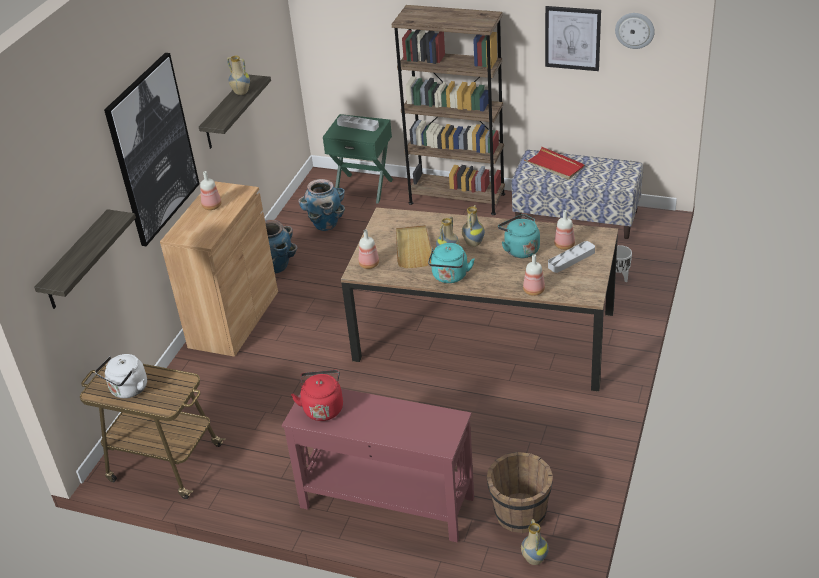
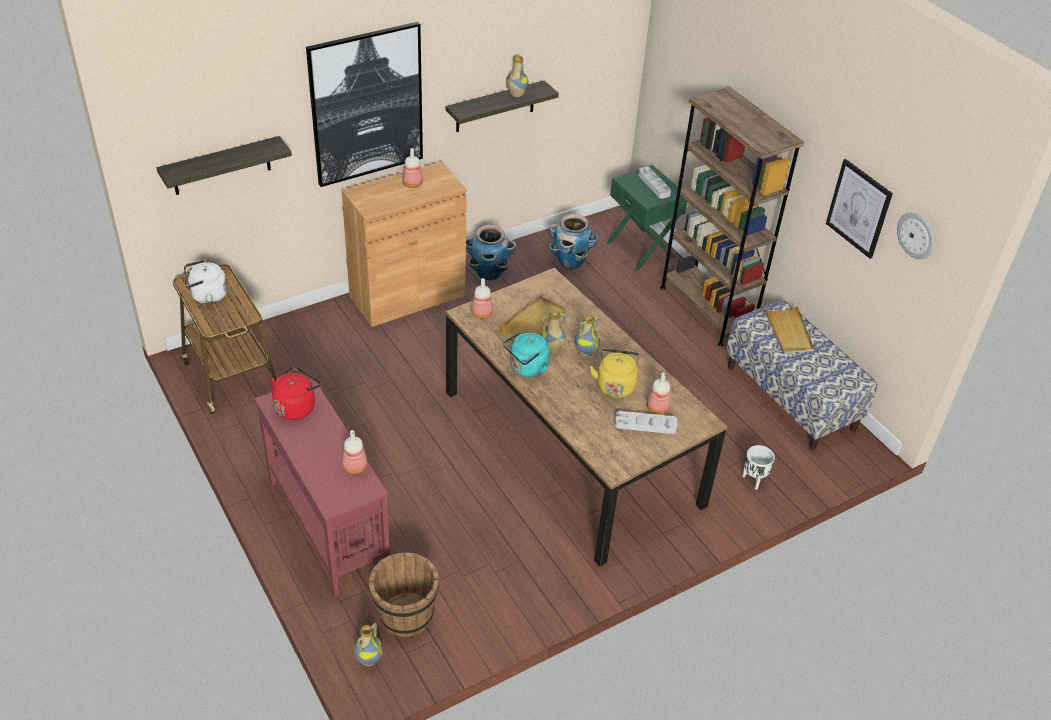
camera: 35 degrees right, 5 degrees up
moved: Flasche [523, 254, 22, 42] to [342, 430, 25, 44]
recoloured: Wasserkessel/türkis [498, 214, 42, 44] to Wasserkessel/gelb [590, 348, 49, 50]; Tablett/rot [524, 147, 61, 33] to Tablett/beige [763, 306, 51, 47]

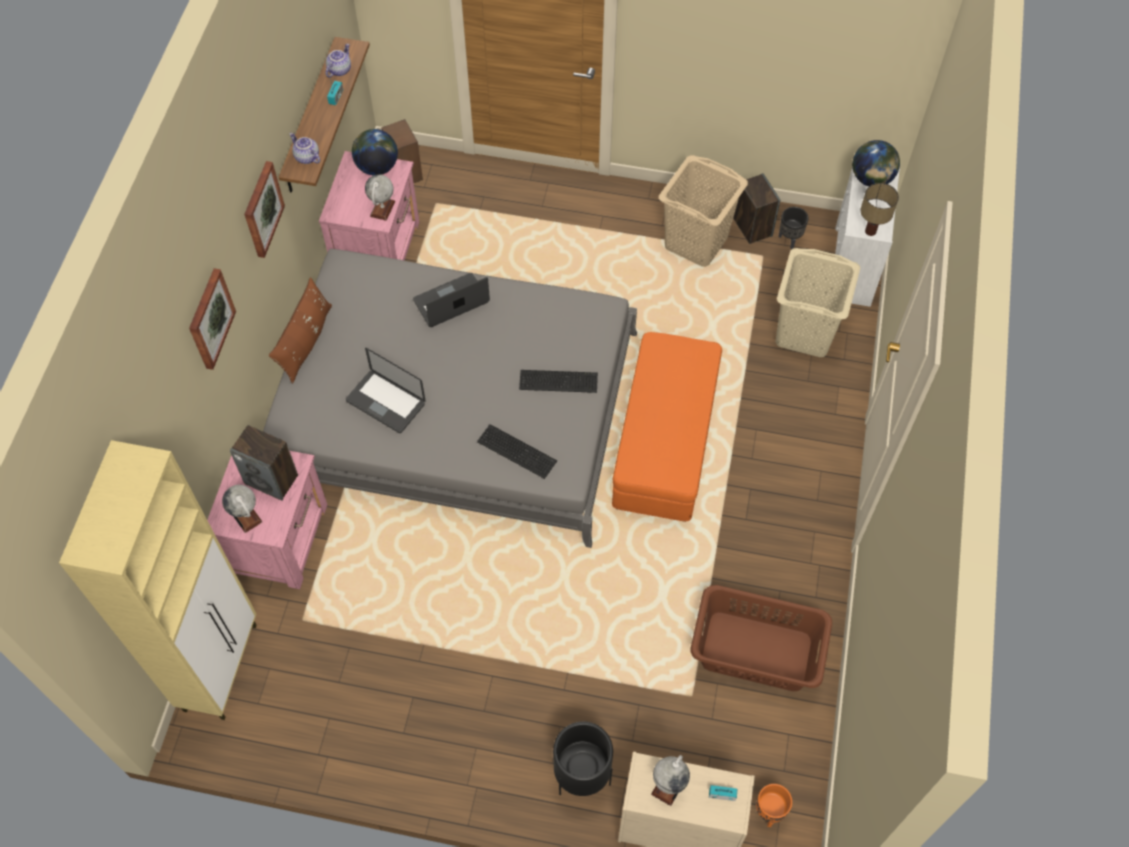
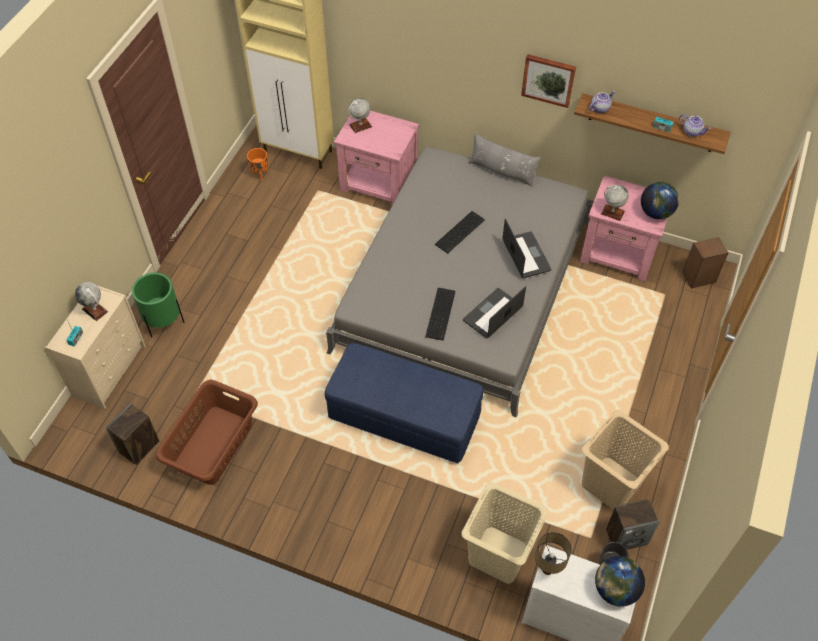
camera: 100 degrees right, 5 degrees down
removed: Bild [189, 268, 47, 102]
moved: Lautsprecher [230, 425, 68, 76] to [106, 403, 53, 62]; Laptop [346, 348, 80, 85] to [463, 286, 63, 52]; Tastatur [477, 424, 80, 55] to [435, 211, 50, 43]; Pflanzkübel/orange [756, 784, 36, 43] to [247, 148, 21, 33]
recoloured: Kissen/braun [269, 277, 63, 107] to Kissen/grau [468, 133, 73, 54]; Pflanzkübel/schwarz [553, 721, 60, 75] to Pflanzkübel/grün [132, 273, 53, 64]; Polsterhocker/orange [612, 332, 110, 190] to Polsterhocker/blau [325, 343, 159, 120]

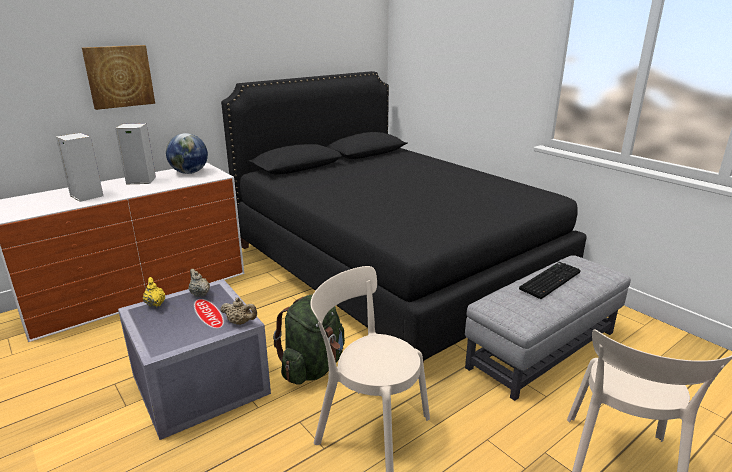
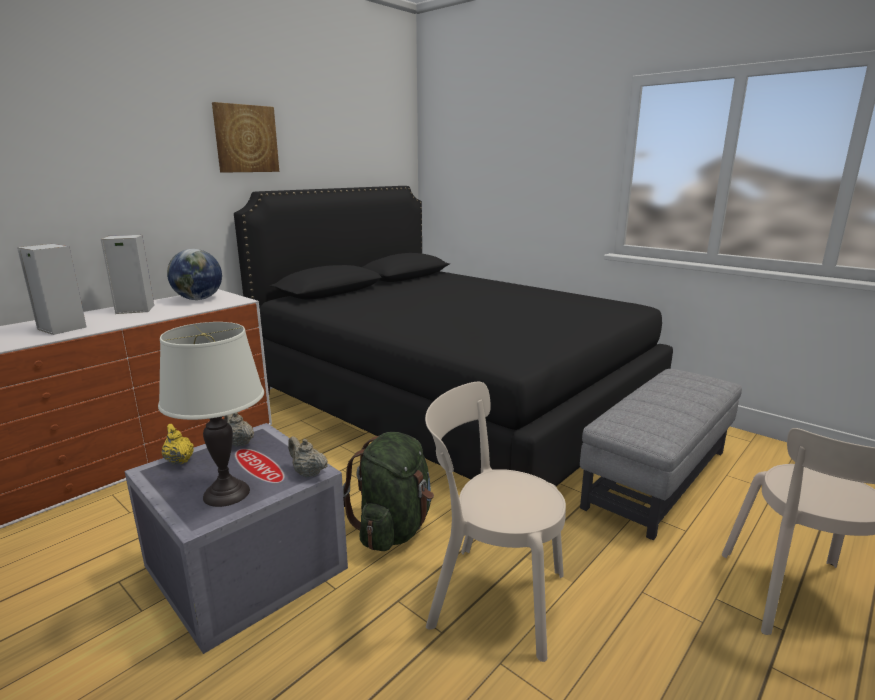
camera: 10 degrees left, 5 degrees down
removed: Tastatur [519, 262, 62, 37]
added: Tischlampe/weiß [158, 322, 106, 185]
moved: Bild [82, 45, 73, 65] to [212, 102, 67, 71]
turned: Teekanne/beige [220, 298, 37, 27] = [288, 436, 40, 42] 150 degrees counterclockwise

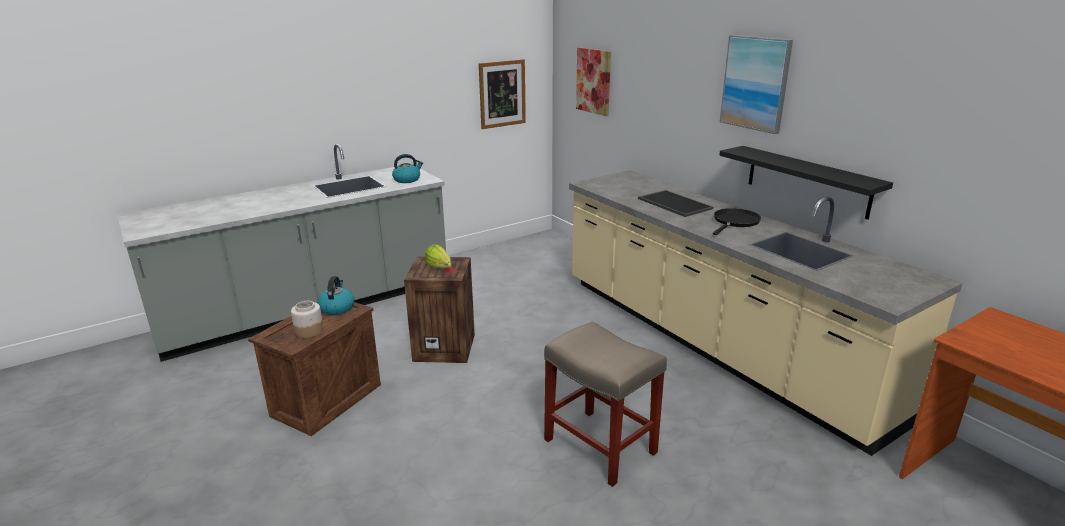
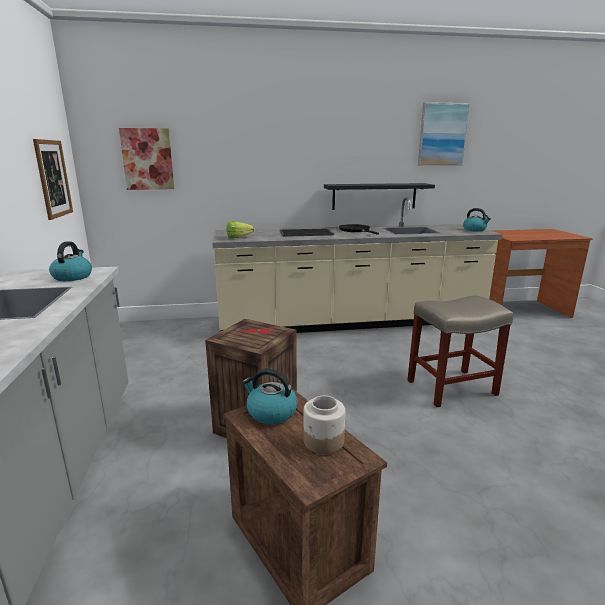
camera: 65 degrees left, 5 degrees down
added: Wasserkessel [463, 208, 28, 23]
moved: Salatkopf [425, 244, 27, 24] to [227, 221, 27, 17]; Bild [720, 35, 73, 99] to [418, 102, 52, 64]

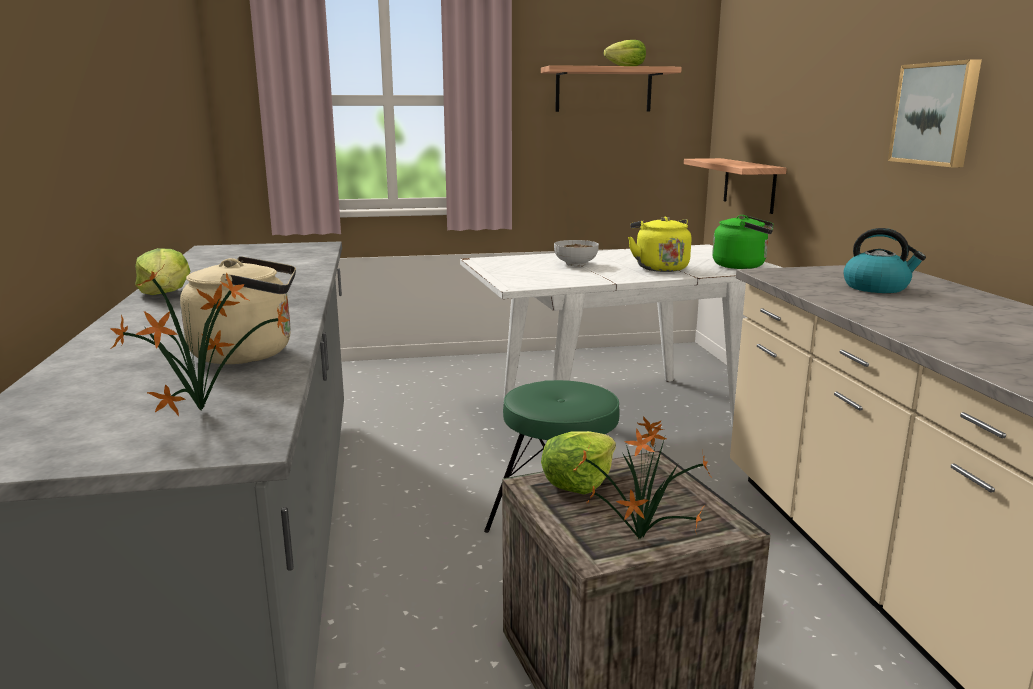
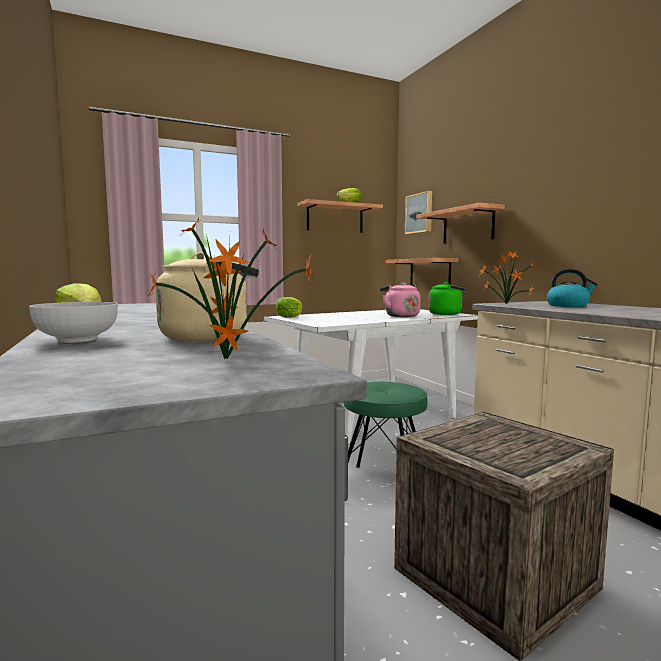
camera: 15 degrees left, 10 degrees down
added: Wandregal [416, 203, 89, 41]
moved: Salatkopf [541, 431, 75, 63] to [276, 297, 27, 21]; Schüssel [554, 240, 45, 26] to [29, 302, 89, 41]; Topfpflanze [574, 416, 137, 124] to [478, 251, 60, 53]; Bild [888, 59, 94, 108] to [405, 191, 27, 43]
recoloured: Wasserkessel/gelb [628, 216, 63, 56] to Wasserkessel/rosa [380, 283, 40, 34]

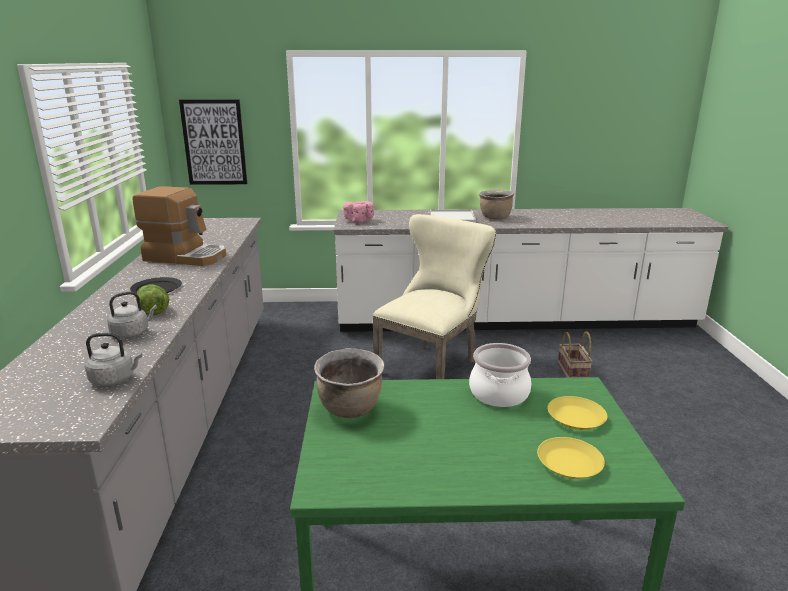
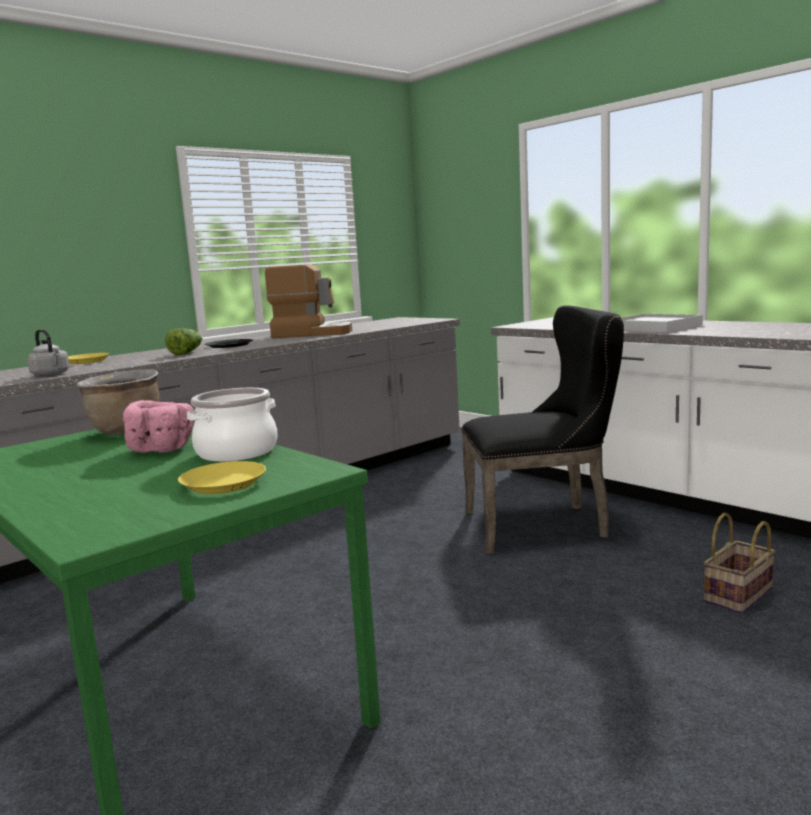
camera: 50 degrees right, 10 degrees down
removed: Wasserkessel/grau [107, 291, 50, 48]; Bild [179, 99, 68, 86]; Kochtopf/braun [479, 190, 35, 29]
moved: Schüssel/rosa [343, 201, 31, 22] to [123, 400, 71, 53]; Teller/gelb [537, 437, 68, 42] to [68, 353, 41, 11]
recoloured: Stuhl/beige [372, 214, 124, 165] to Stuhl/schwarz [461, 306, 163, 248]
turned: Kaffeemaschine [133, 186, 93, 80] = [265, 264, 87, 74] 60 degrees counterclockwise

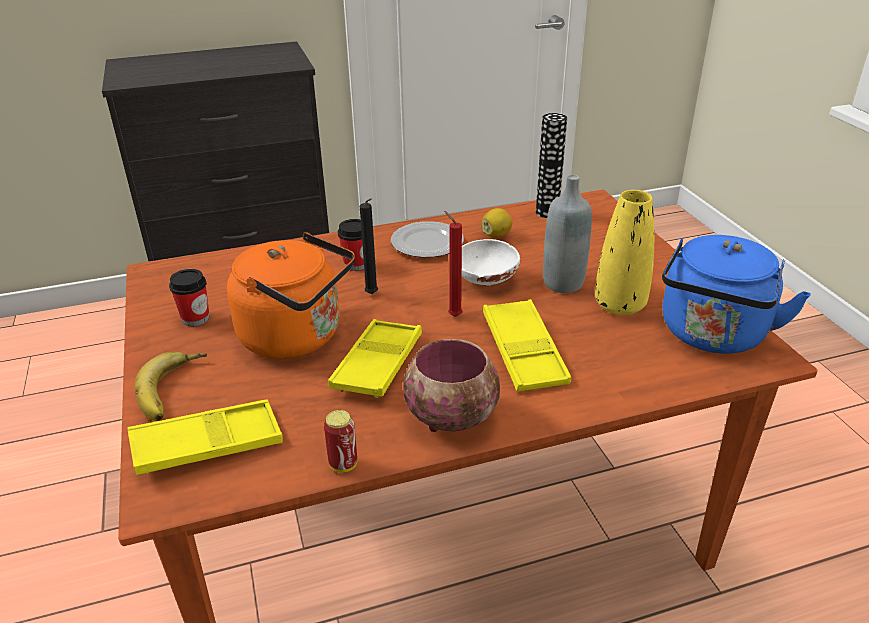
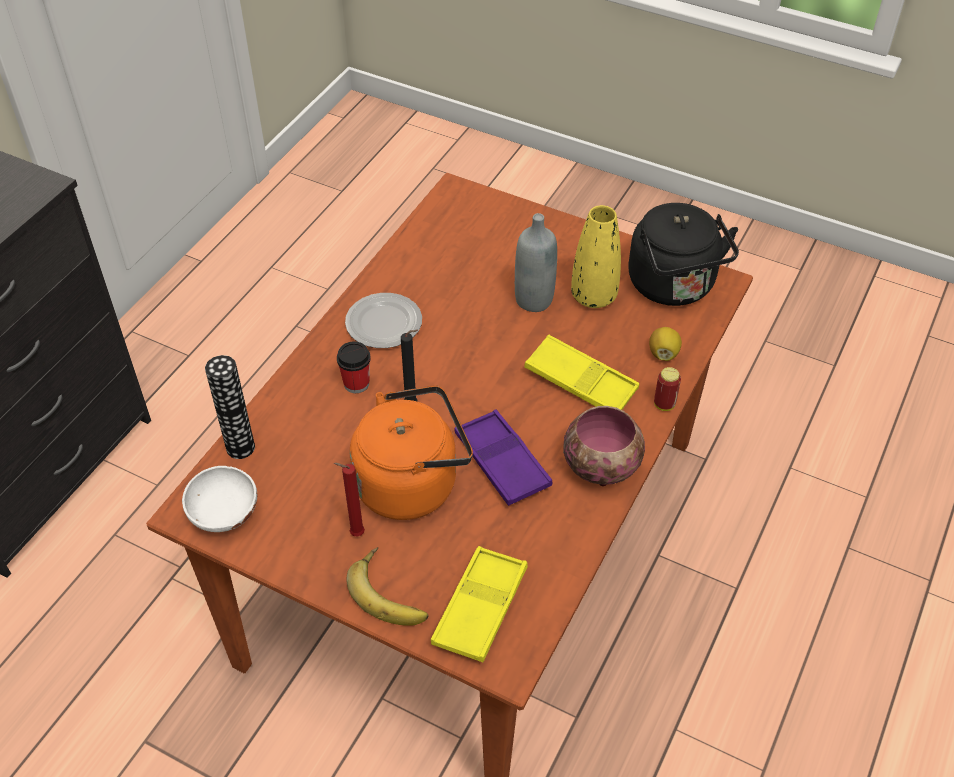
camera: 45 degrees left, 15 degrees up
removed: Tasse [169, 269, 40, 57]
moved: Dose [324, 410, 33, 62] to [654, 367, 27, 44]; Kerze/rot [444, 211, 19, 106] to [334, 463, 31, 74]; Schüssel/weiß [462, 239, 58, 46] to [182, 466, 75, 66]; Zitrone [481, 208, 32, 30] to [649, 327, 33, 34]; Vase [536, 113, 31, 105] to [205, 355, 50, 104]
recoloured: Tablett/gelb [328, 319, 94, 79] to Tablett/lila [454, 410, 98, 96]; Wasserkessel/blau [662, 235, 149, 119] to Wasserkessel/schwarz [628, 203, 111, 103]

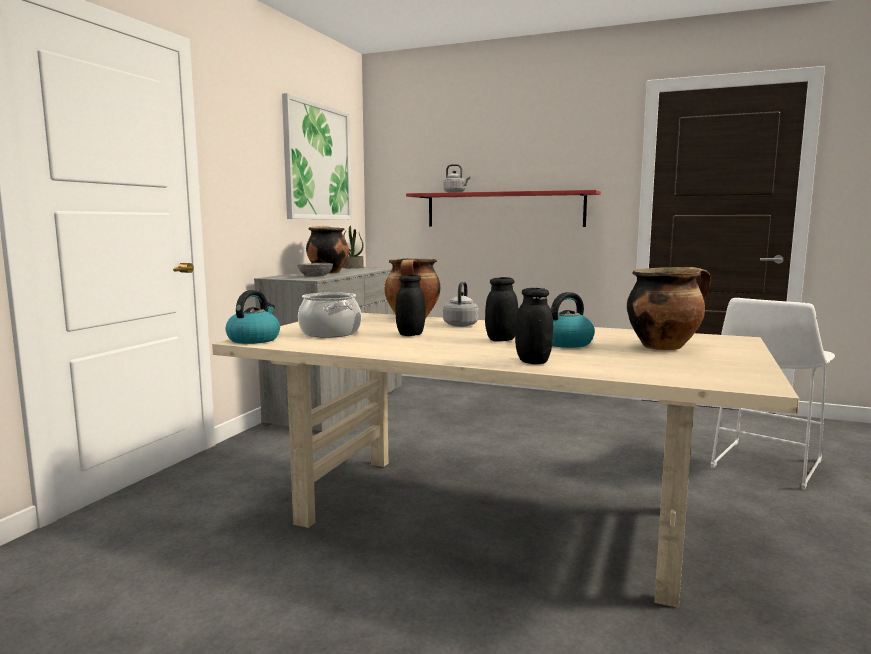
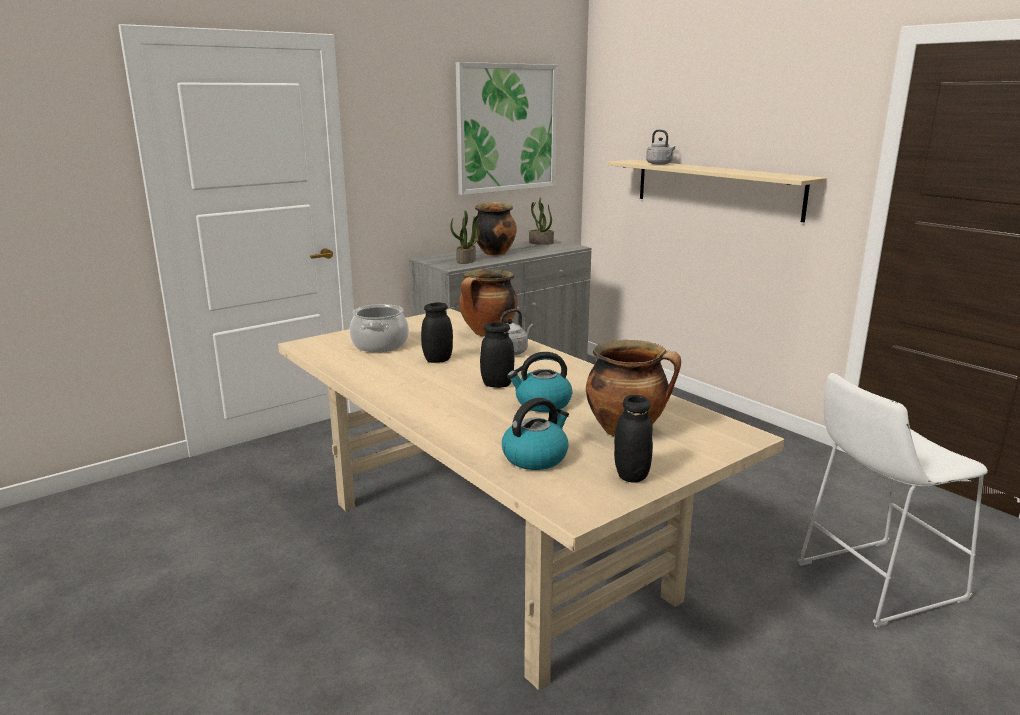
camera: 30 degrees right, 10 degrees up
moved: Wasserkessel [225, 290, 55, 54] to [502, 398, 67, 72]; Vorratsglas/schwarz [515, 288, 38, 76] to [614, 395, 39, 88]
replaced: Schüssel/grau [297, 263, 36, 14] to Topfpflanze [450, 210, 30, 54]
recoloured: Wandregal/rot [406, 190, 195, 37] to Wandregal/beige [607, 160, 220, 62]

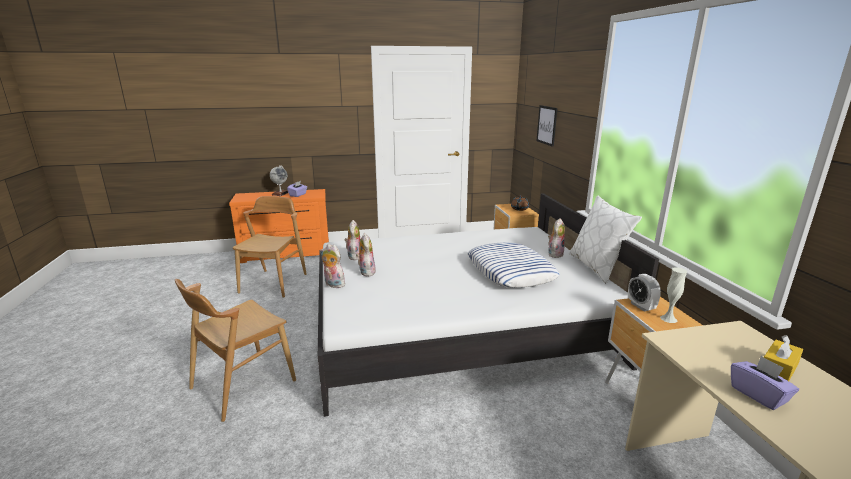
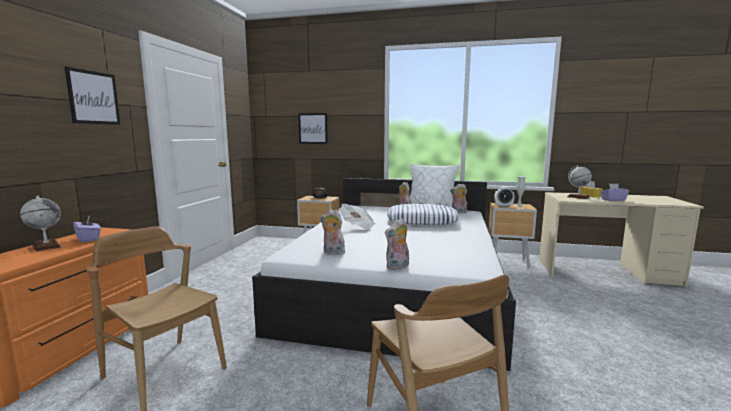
camera: 65 degrees left, 10 degrees down
added: Bild [65, 67, 55, 58]; Zeitung [339, 204, 37, 26]; Globus [567, 165, 25, 34]
moved: Plüschtier [356, 233, 19, 43] to [450, 184, 17, 29]

